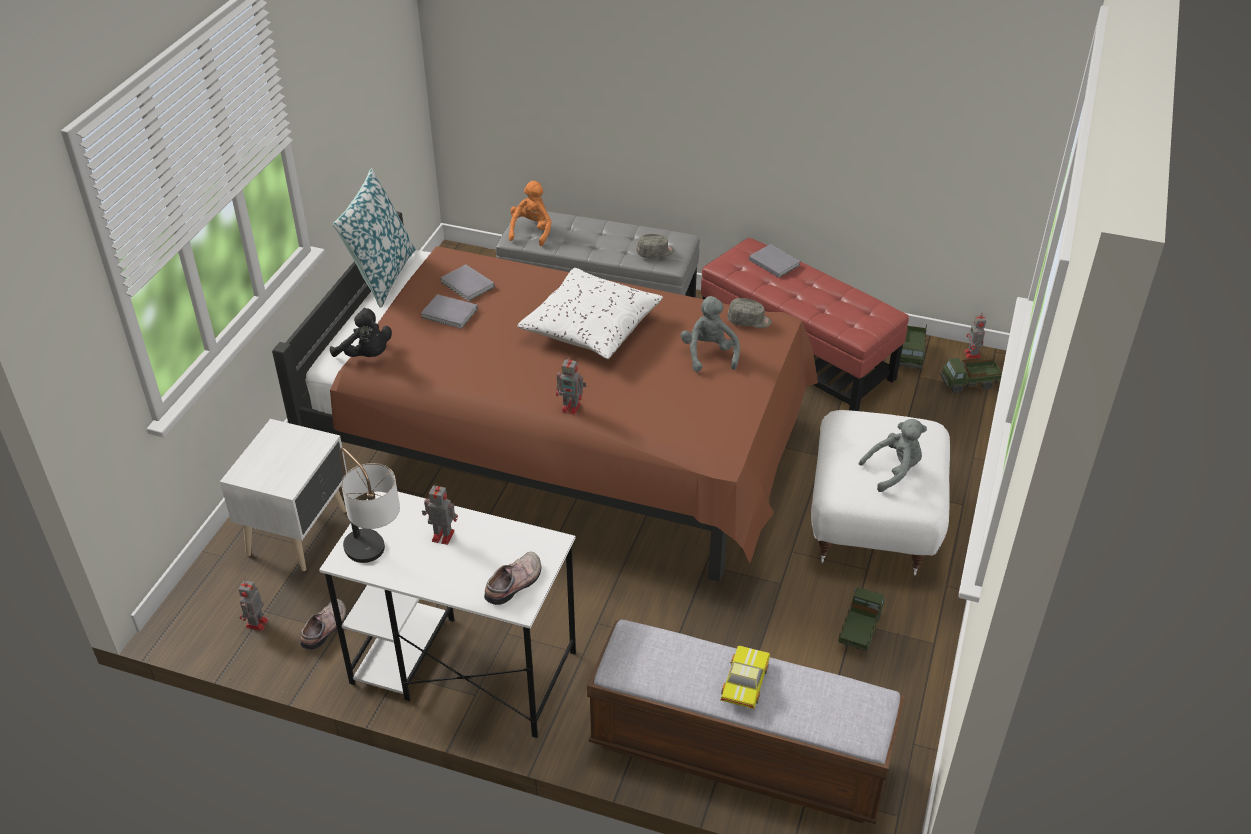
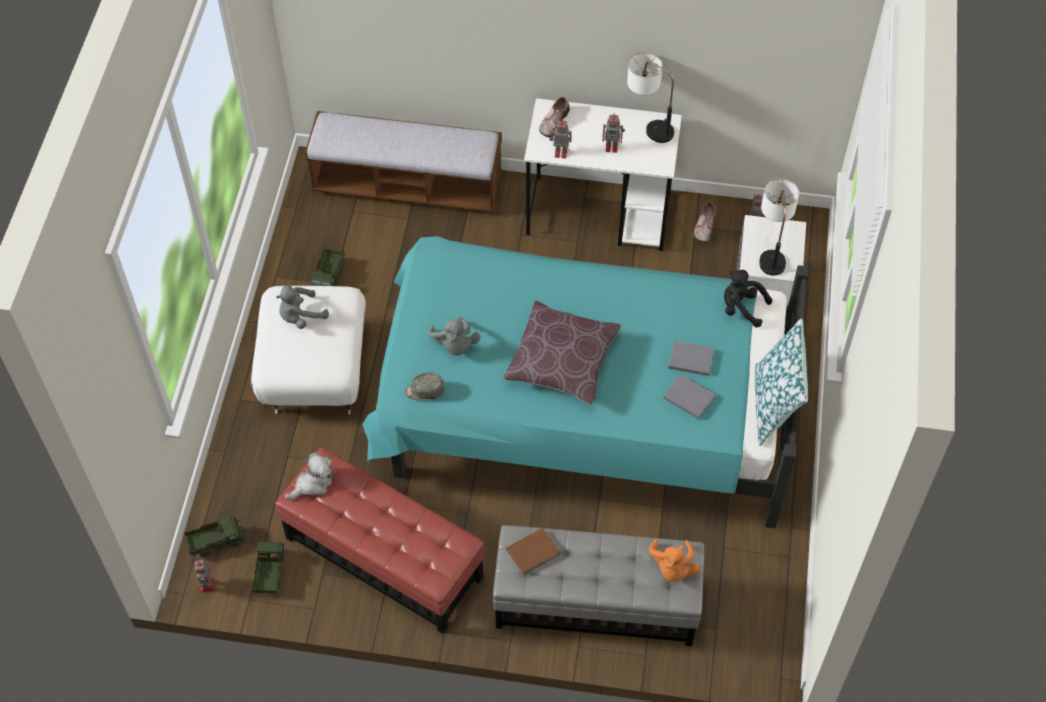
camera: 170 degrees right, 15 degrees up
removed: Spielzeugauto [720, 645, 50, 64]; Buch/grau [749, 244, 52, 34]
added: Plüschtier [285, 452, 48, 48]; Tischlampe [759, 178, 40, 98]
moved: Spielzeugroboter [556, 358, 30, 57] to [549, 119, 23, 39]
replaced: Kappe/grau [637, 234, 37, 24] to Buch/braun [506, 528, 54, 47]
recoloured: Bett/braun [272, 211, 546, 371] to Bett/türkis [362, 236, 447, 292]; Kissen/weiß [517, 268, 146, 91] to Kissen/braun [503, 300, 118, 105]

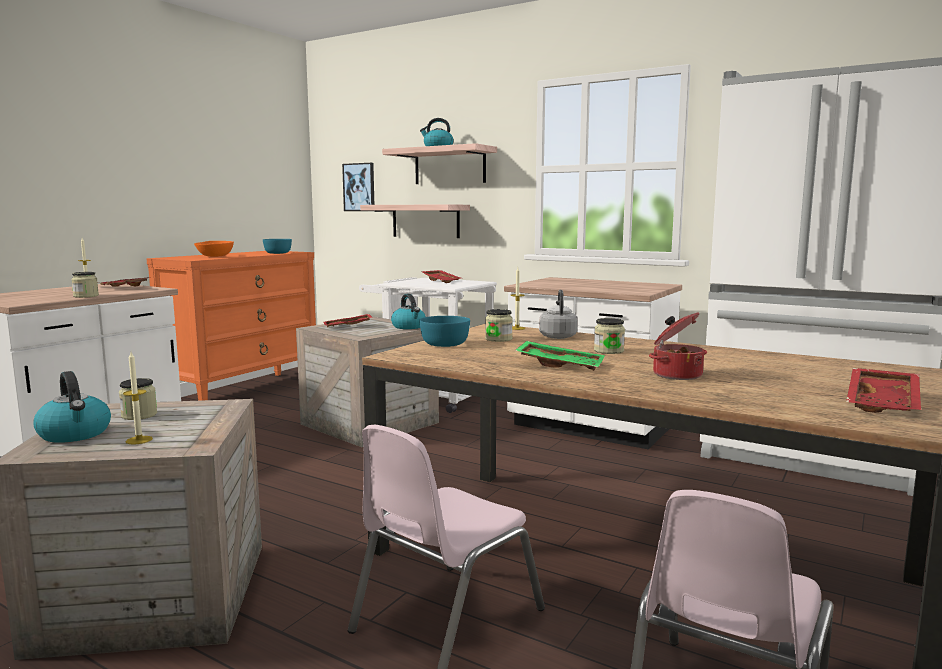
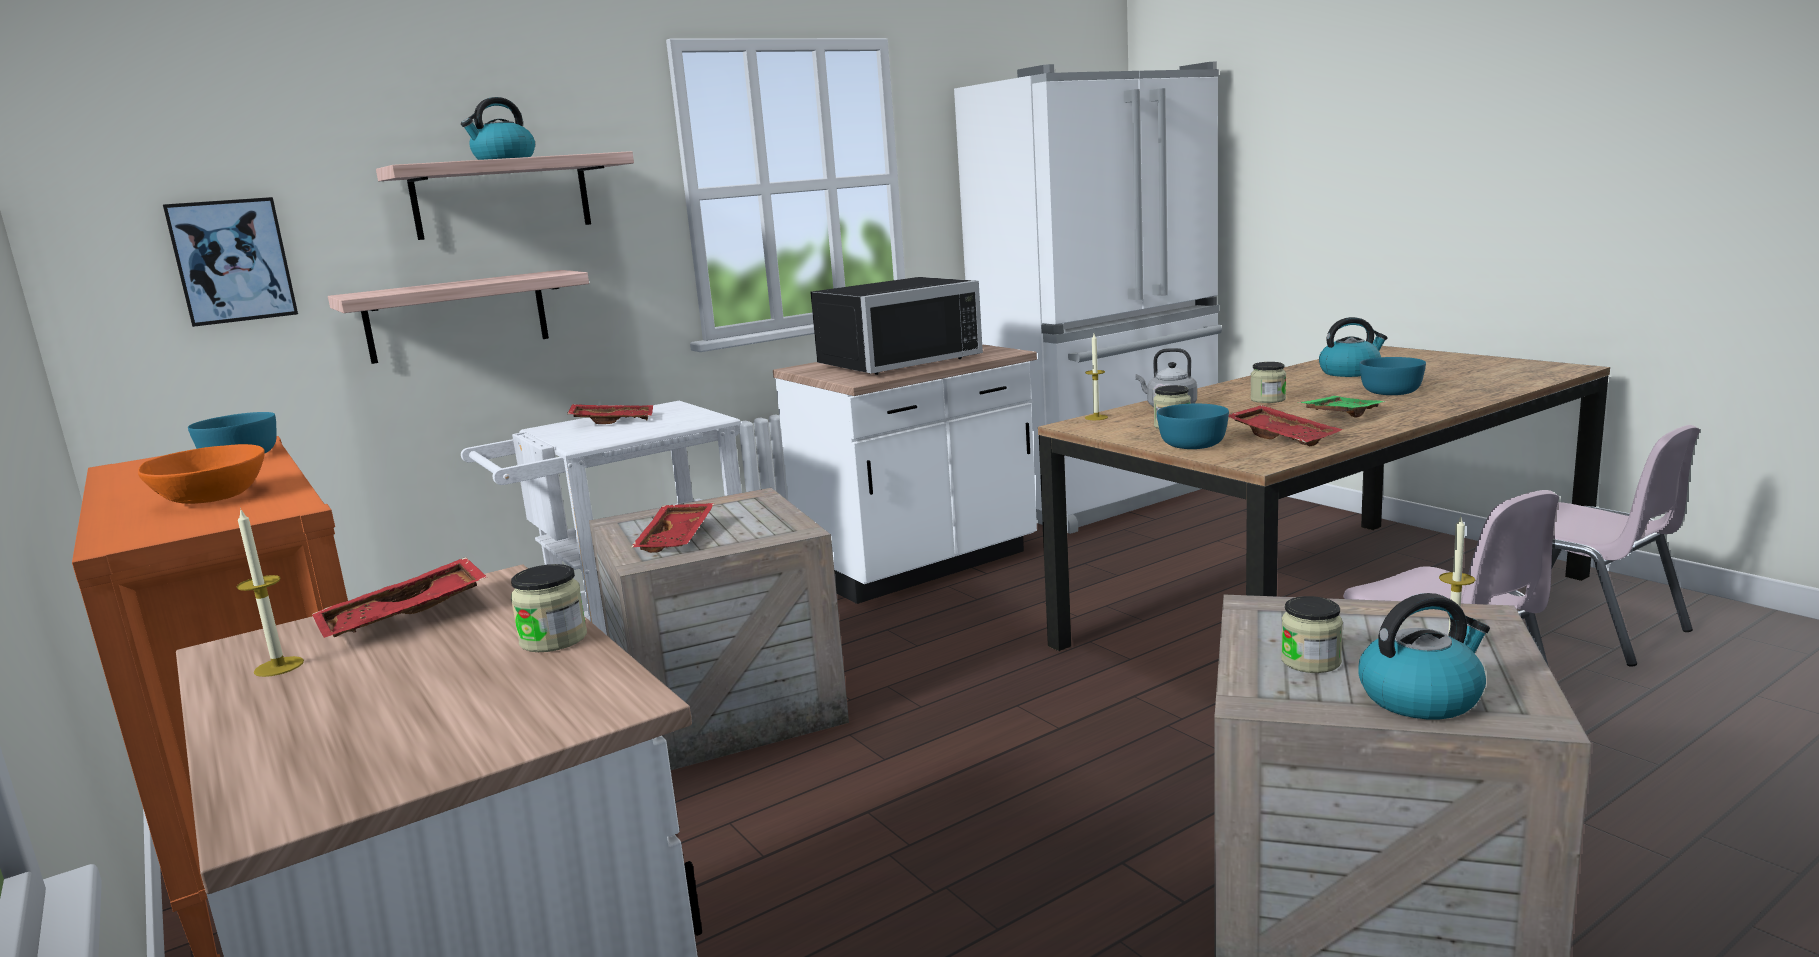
camera: 65 degrees left, 5 degrees up
added: Mikrowelle/schwarz [810, 277, 173, 98]
moved: Wasserkessel [391, 294, 35, 35] to [1319, 317, 68, 60]; Tablett/rot [846, 368, 75, 45] to [1229, 405, 114, 42]
replaced: Kochtopf [649, 313, 58, 67] to Schüssel/türkis [1360, 357, 66, 38]

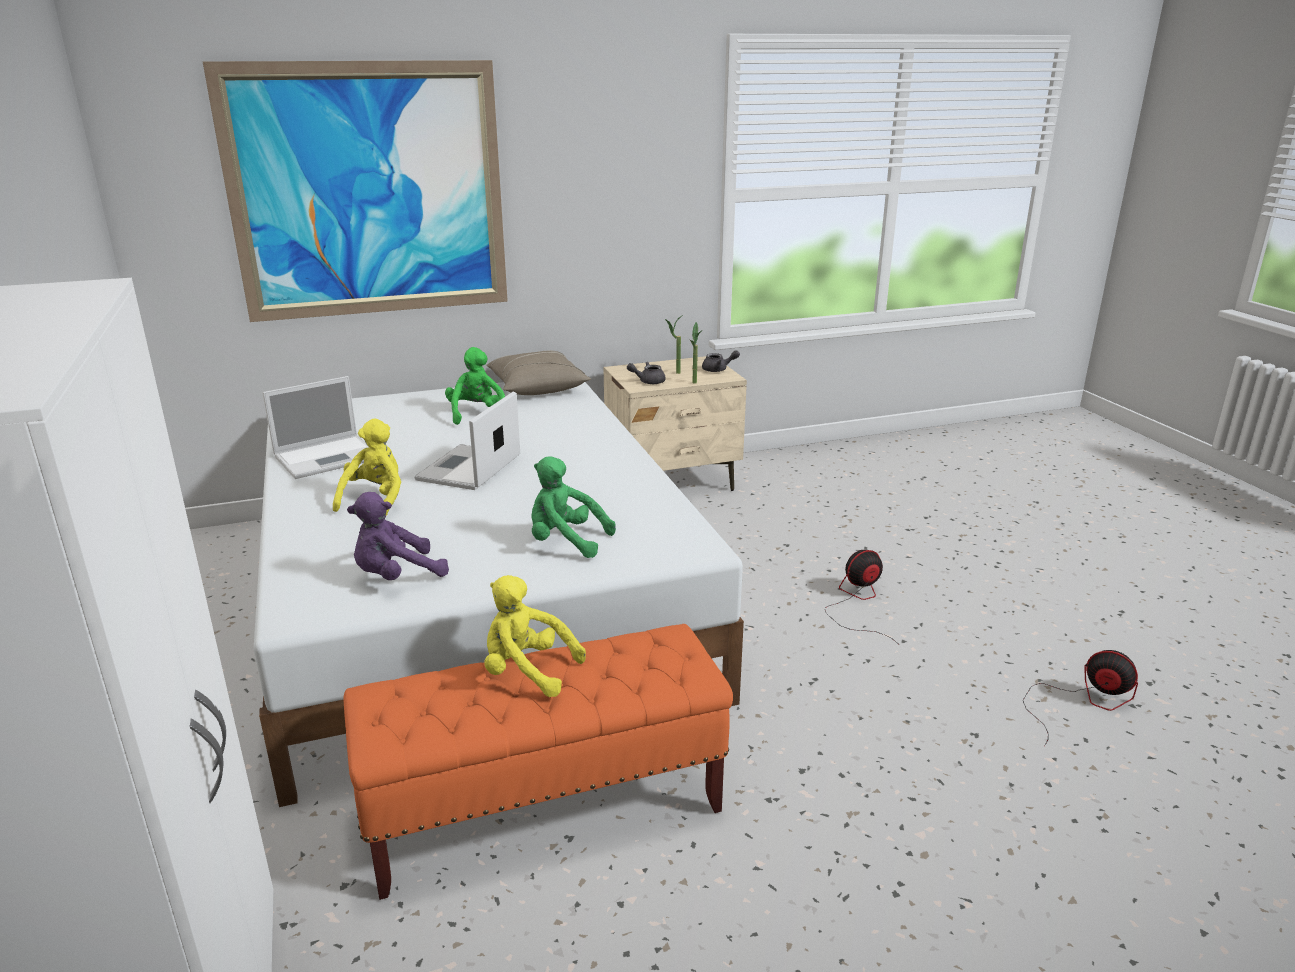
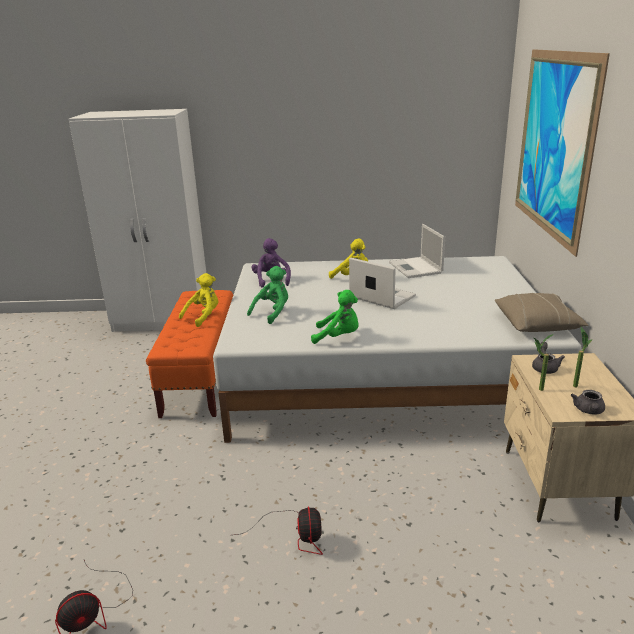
camera: 110 degrees right, 0 degrees up
moved: Plüschtier/grün [445, 347, 60, 78] to [311, 290, 48, 54]

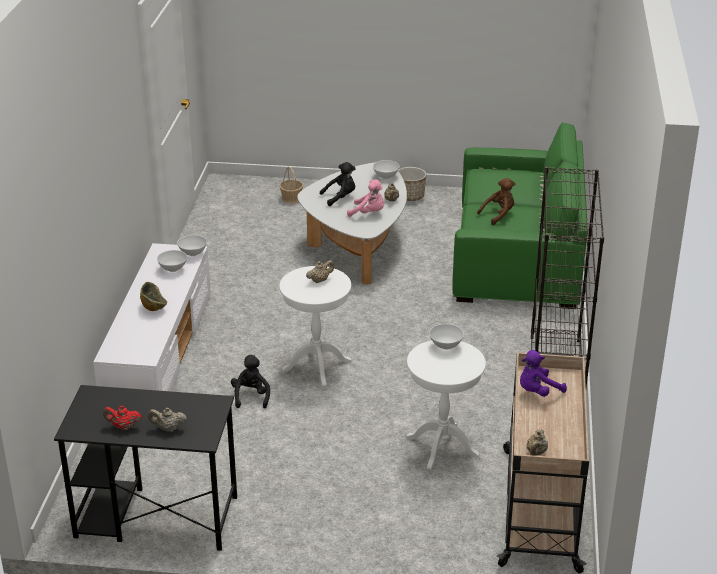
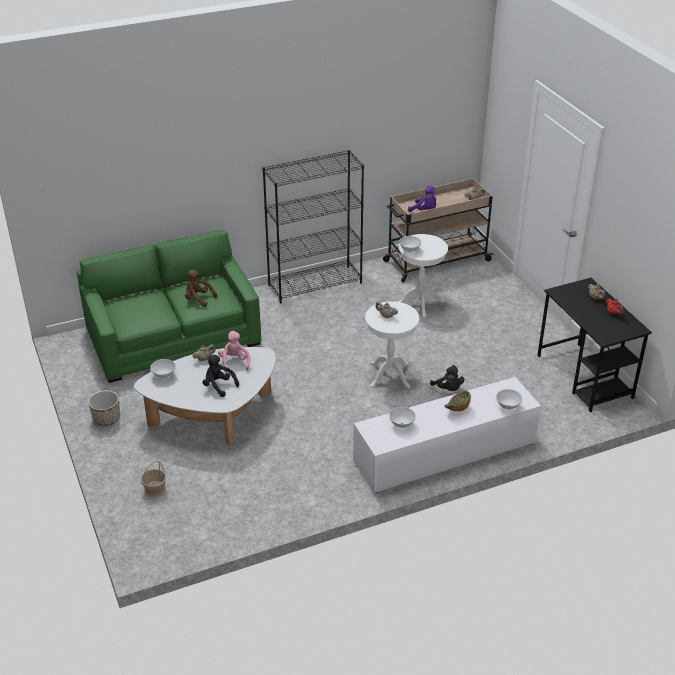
camera: 120 degrees left, 5 degrees up
moved: Schüssel/weiß [177, 235, 30, 21] to [496, 389, 26, 20]
turned: Plüschtier/schwarz [231, 355, 39, 53] = [430, 365, 34, 26] 90 degrees counterclockwise

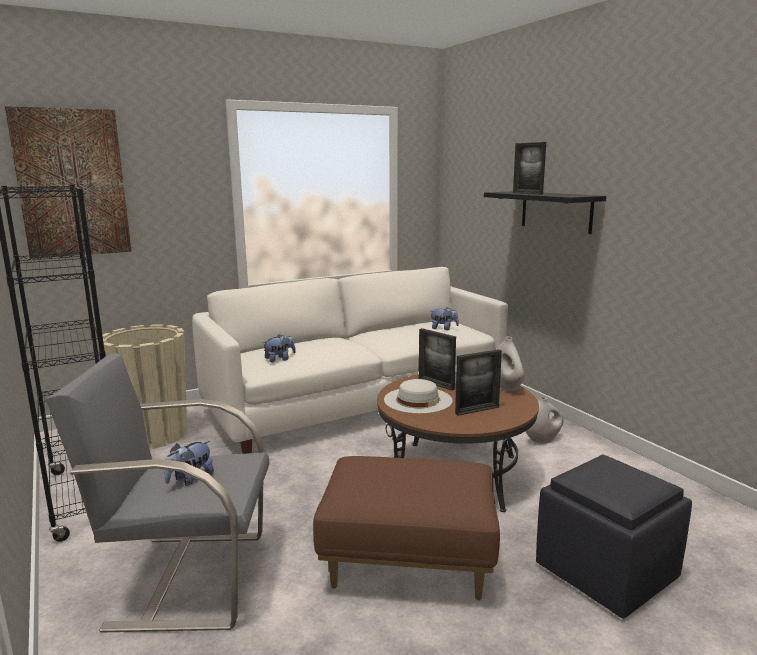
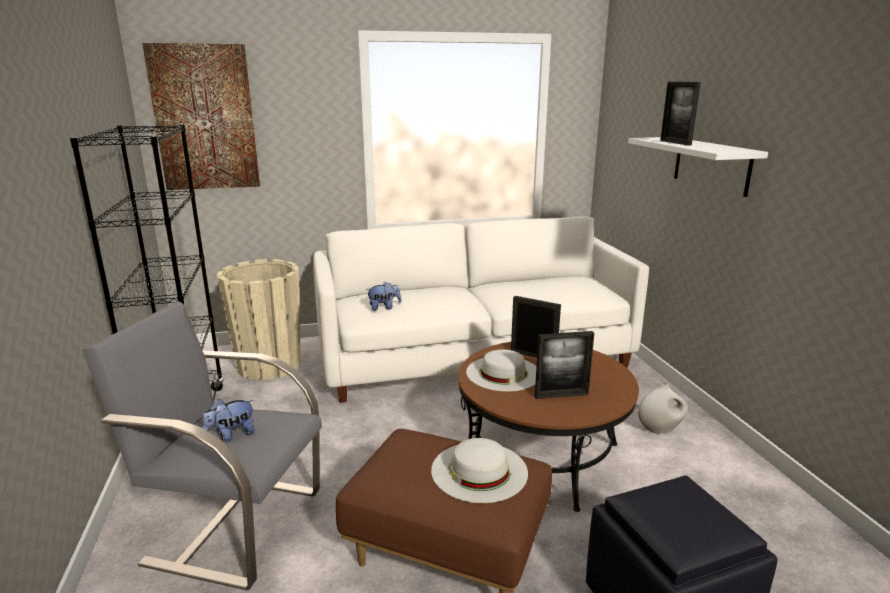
camera: 15 degrees right, 5 degrees up
removed: Plüschtier [430, 307, 29, 23]; Vase/weiß [497, 337, 28, 54]
added: Hut/weiß [431, 438, 97, 65]
recoloured: Wandregal/schwarz [484, 191, 122, 43] to Wandregal/weiß [628, 137, 140, 60]
turned: Bilderrahmen [419, 328, 37, 63] = [511, 296, 50, 62] 150 degrees clockwise

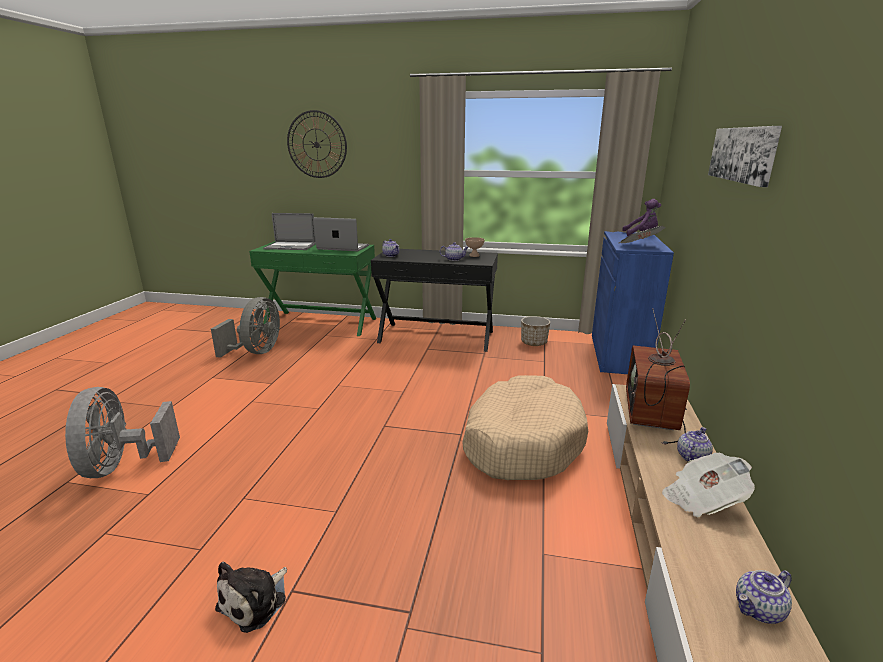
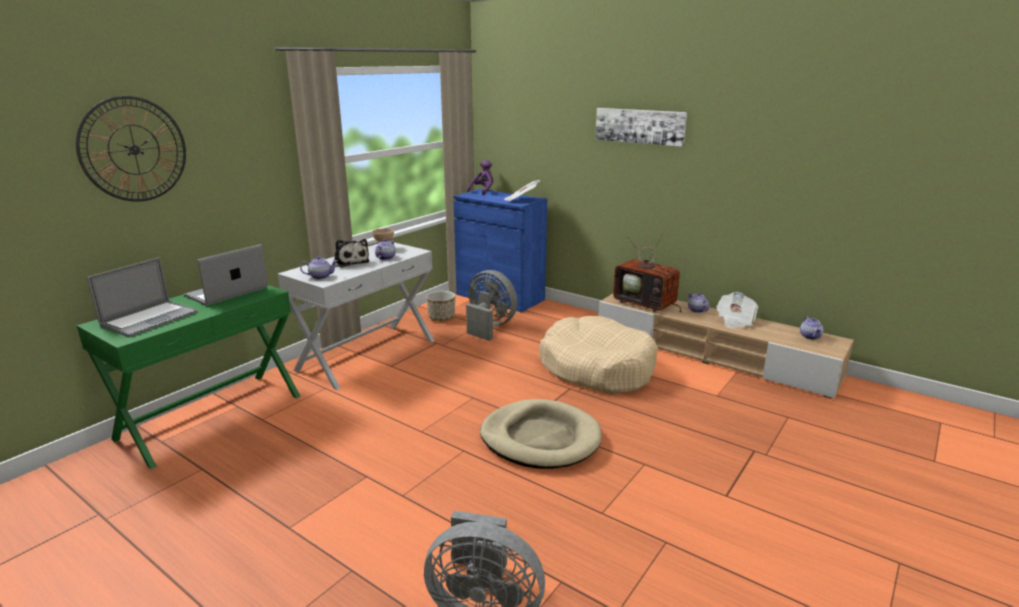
camera: 65 degrees left, 0 degrees up
added: Hundebett/beige [480, 399, 122, 70]
moved: Ventilator/grau [211, 297, 69, 61] to [466, 270, 52, 71]; Plüschtier [215, 561, 72, 72] to [333, 239, 36, 29]
recoloured: Konsolentisch/schwarz [371, 249, 127, 103] to Konsolentisch/weiß [278, 242, 156, 148]

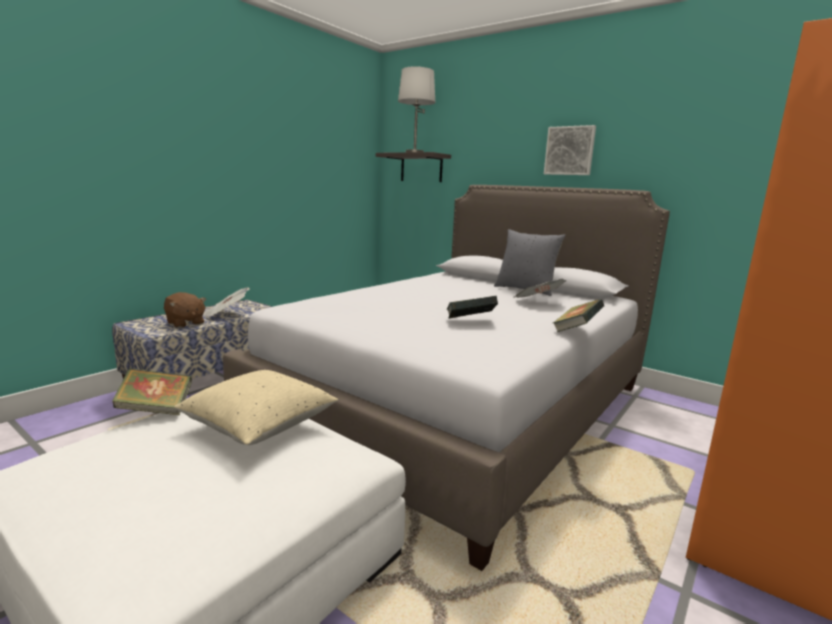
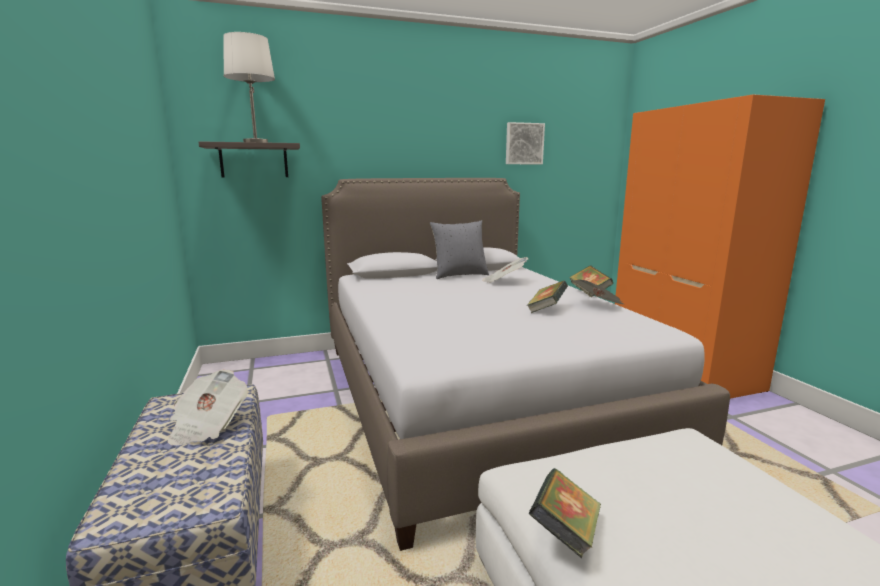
camera: 55 degrees left, 0 degrees up
removed: Plüschtier/braun [164, 292, 42, 36]; Kissen/beige [174, 370, 164, 75]
added: Zeitung [572, 279, 51, 25]
moved: Bild [544, 125, 52, 50] to [506, 122, 39, 42]

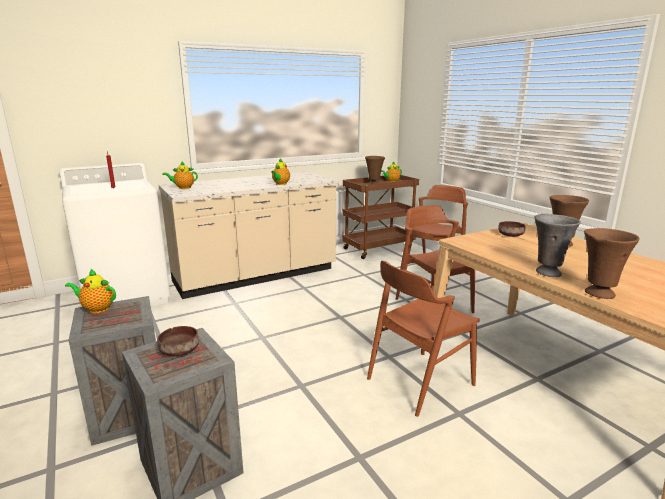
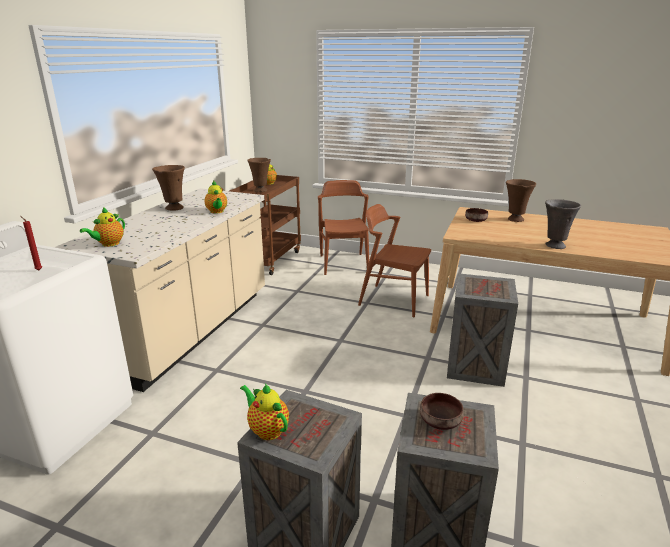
camera: 40 degrees left, 5 degrees up
moved: Vase/braun [584, 228, 56, 71] to [152, 165, 33, 46]
replaced: Stuhl/braun [367, 261, 113, 156] to Kiste [447, 273, 71, 114]
turned: Teekanne [65, 268, 51, 45] = [240, 383, 49, 57] 75 degrees clockwise

